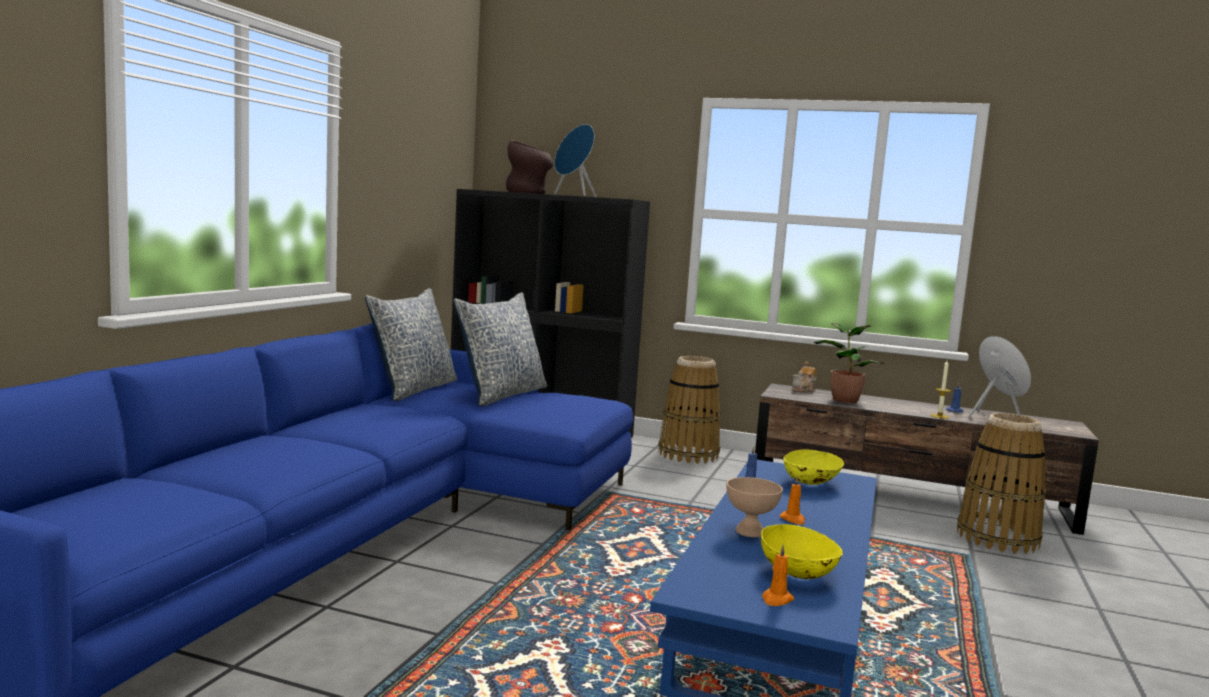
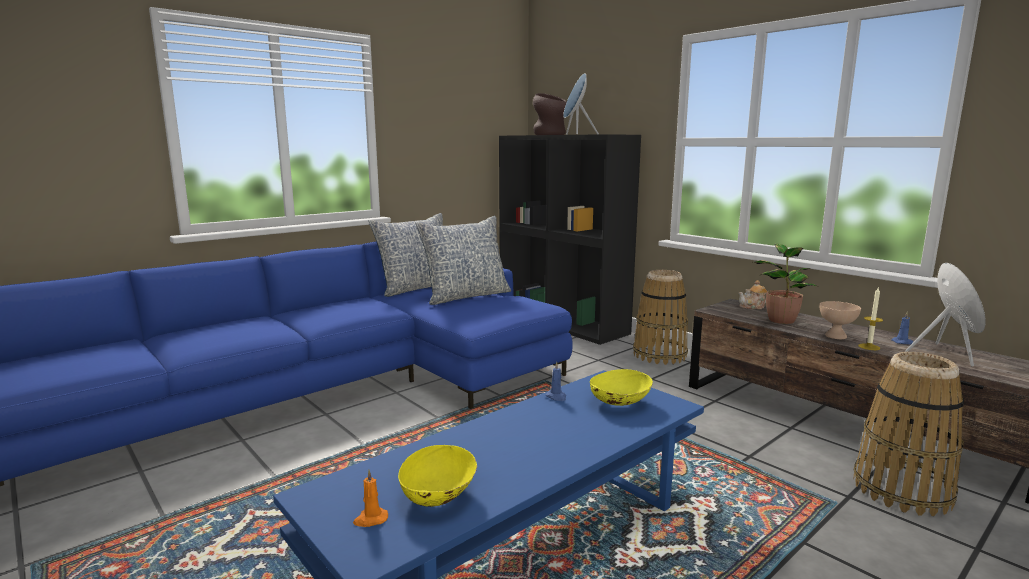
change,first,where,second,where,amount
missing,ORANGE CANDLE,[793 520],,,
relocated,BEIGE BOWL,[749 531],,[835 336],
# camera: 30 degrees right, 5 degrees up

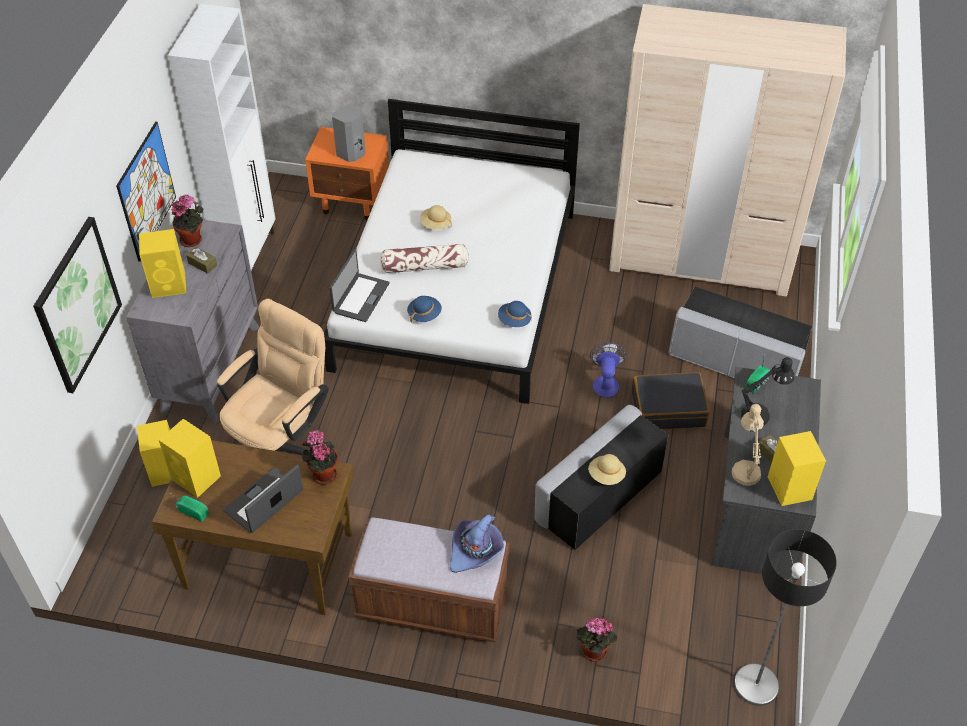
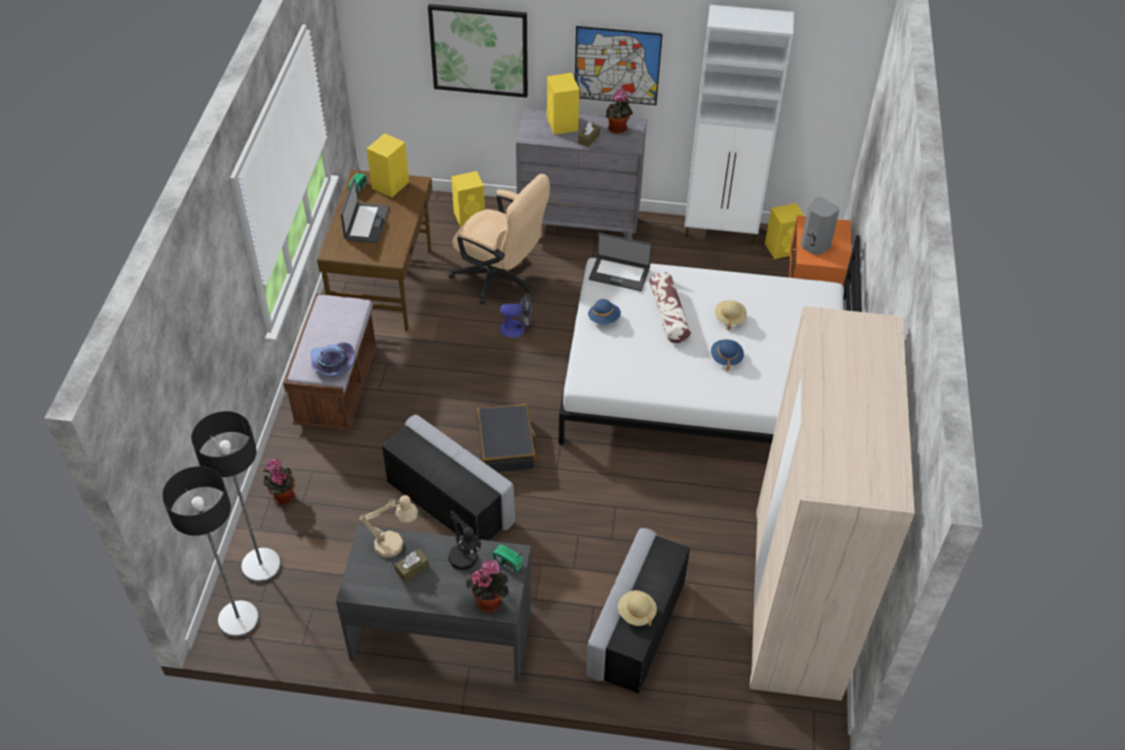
change,first,where,second,where,amount
relocated,BLUE HAT,[514 321],,[726 358],
relocated,FAN,[605 382],,[517 328],
relocated,BLACK SUITCASE,[668 408],,[506 446],
relocated,POTTED PLANT,[323 474],,[490 601],
relocated,YELLOW SPEAKER,[789 487],,[782 248],
relocated,BEIGE HAT,[606 475],,[636 613],
spun,LAPTOP,[264 501],,[366 223],60 degrees clockwise
appeared,,,FLOOR LAMP,[261 565],
# camera: 85 degrees right, 0 degrees up

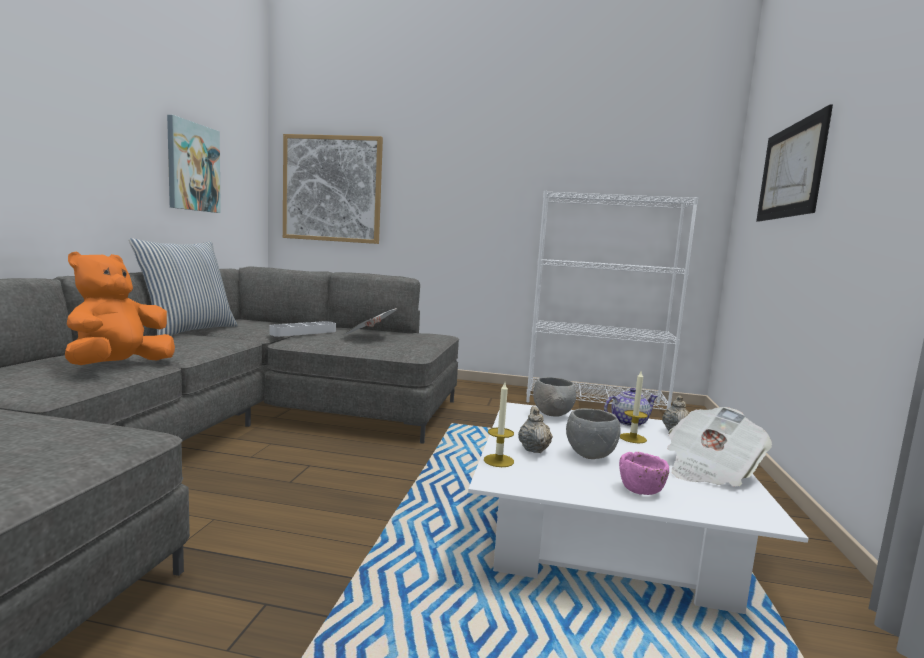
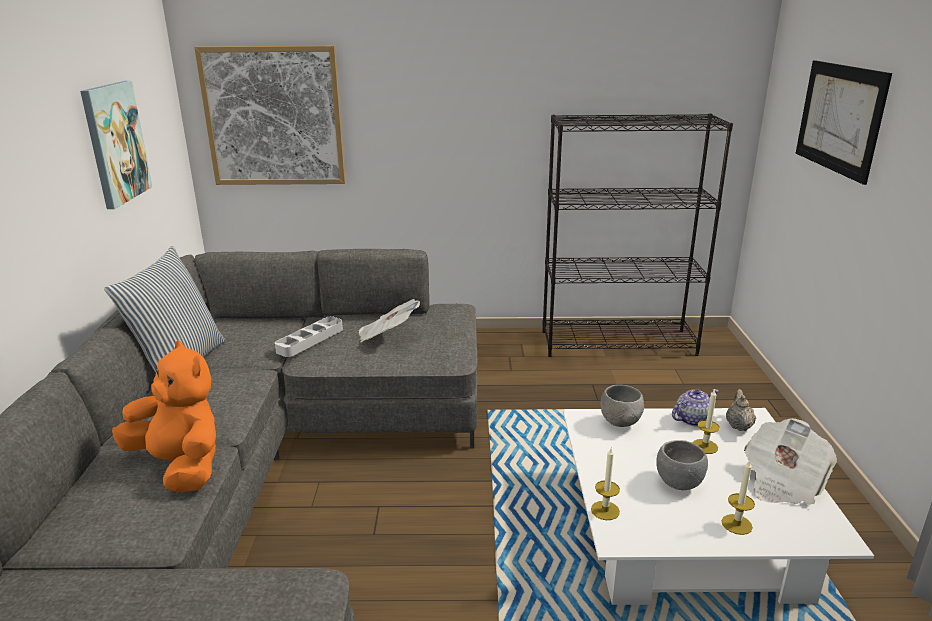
change,first,where,second,where,amount
colour,WHITE BOOKCASE,[595 402],BLACK BOOKCASE,[618 343],
spun,ORANGE PLUSH TOY,[119 366],,[181 466],120 degrees clockwise
missing,BEIGE TEAPOT,[533 449],,,
exchanged,PINK BOWL,[641 490],CANDLE,[736 524],
# camera: 10 degrees left, 15 degrees up

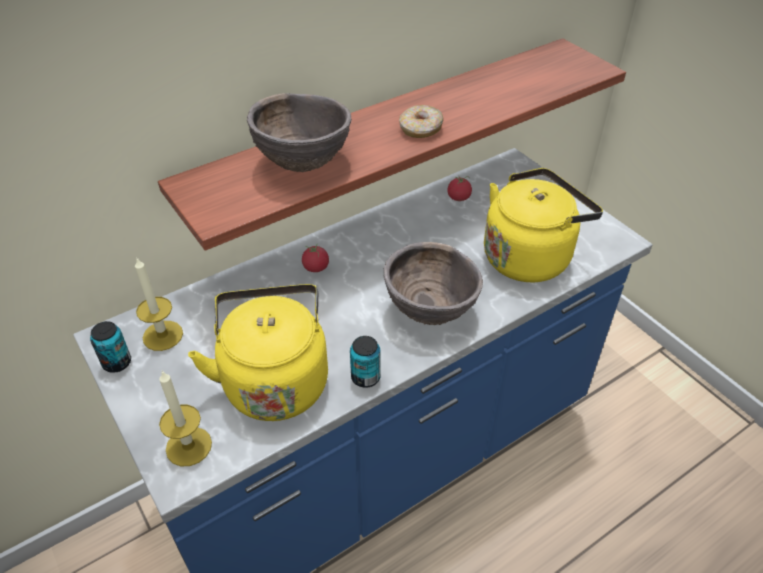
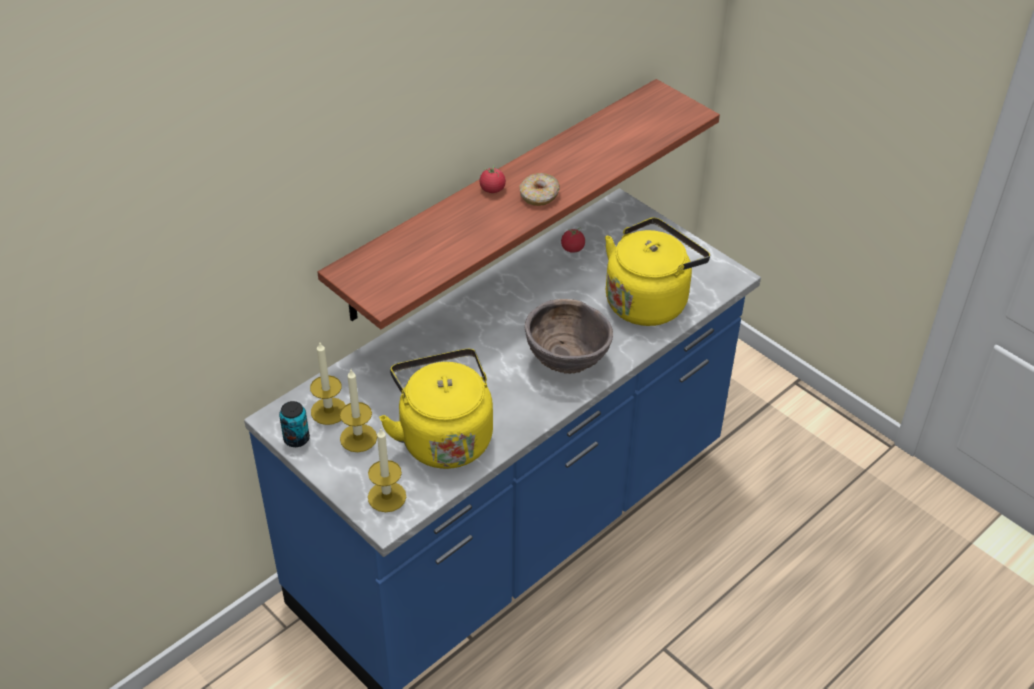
change,first,where,second,where,amount
missing,BROWN BOWL,[303 165],,,
relocated,TOMATO,[316 267],,[492 189],
missing,CAN,[365 377],,,
appeared,,,CANDLE,[358 438],
# camera: 10 degrees left, 0 degrees up

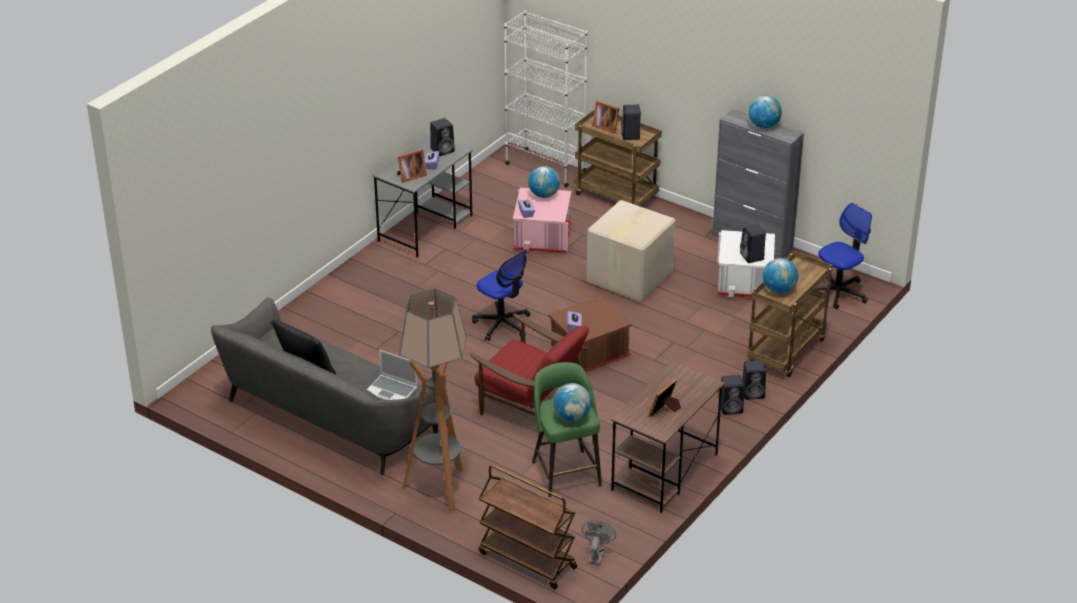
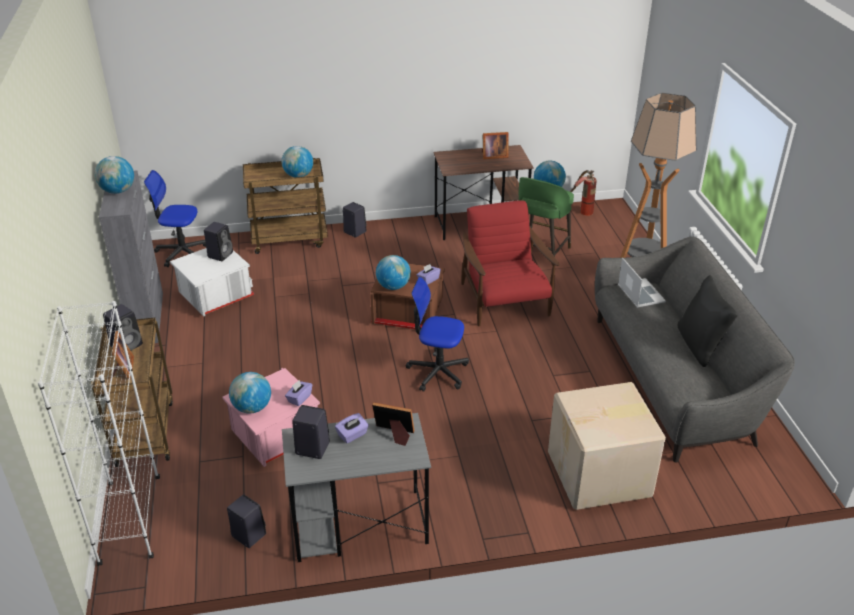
change,first,where,second,where,amount
relocated,CARDBOARD BOX,[628 277],,[600 475],
spun,OFFICE CHAIR,[502 324],,[437 372],75 degrees counterclockwise
relocated,BLACK SPEAKER,[731 408],,[247 535],
missing,BROWN CART,[526 560],,,
exchanged,GREY FAN,[597 555],FIRE EXTINGUISHER,[582 210],
appeared,,,GLOBE,[393 286],
# camera: 135 degrees left, 0 degrees up

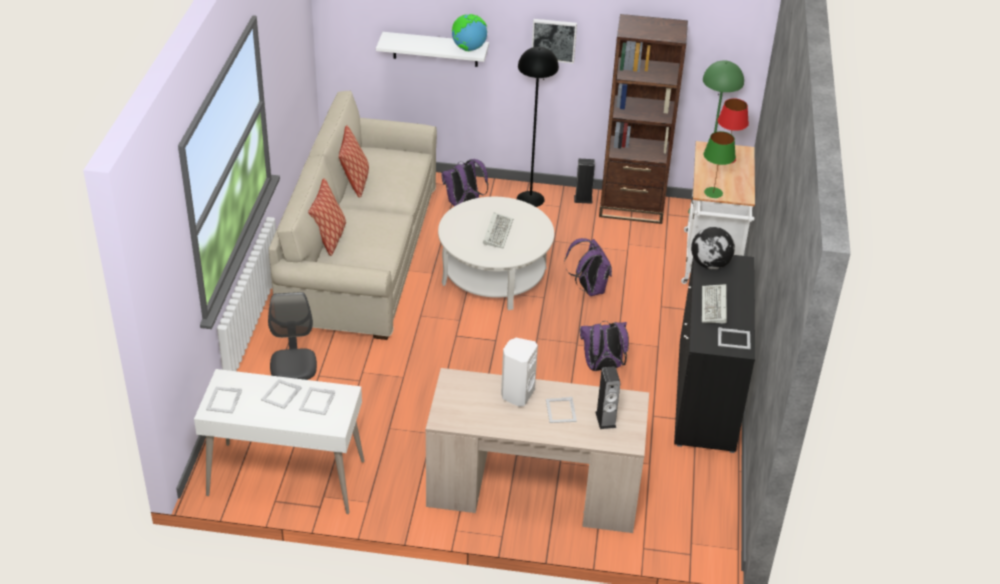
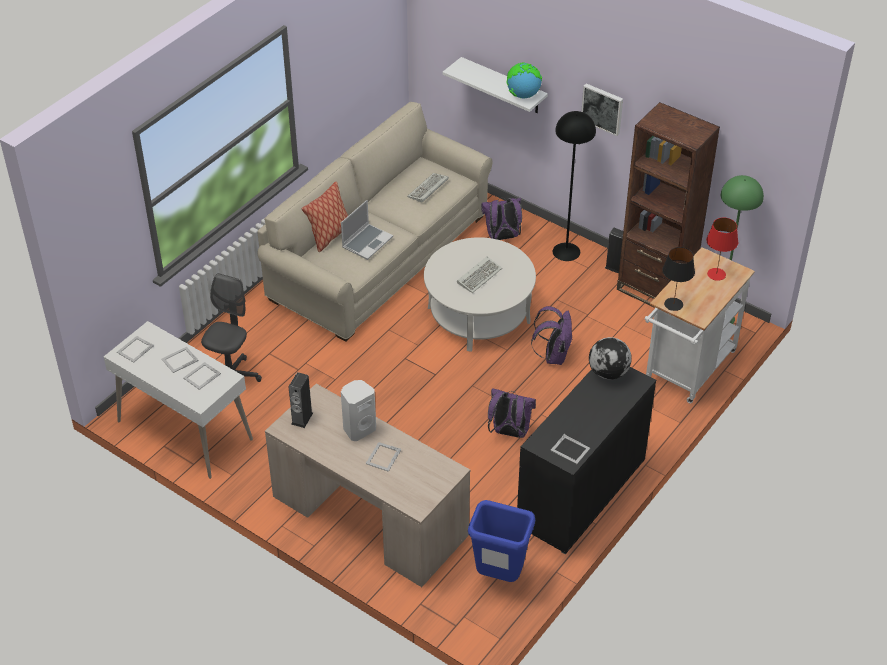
change,first,where,second,where,amount
missing,PILLOW,[355 182],,,
colour,GREEN TABLE LAMP,[713 192],BLACK TABLE LAMP,[674 304],
relocated,KEYBOARD,[714 307],,[428 190],
relocated,SPEAKER,[605 419],,[302 418],
appeared,,,LAPTOP,[367 242],
appeared,,,BLUE TRASH CAN,[498 576],
# camera: 30 degrees right, 5 degrees up

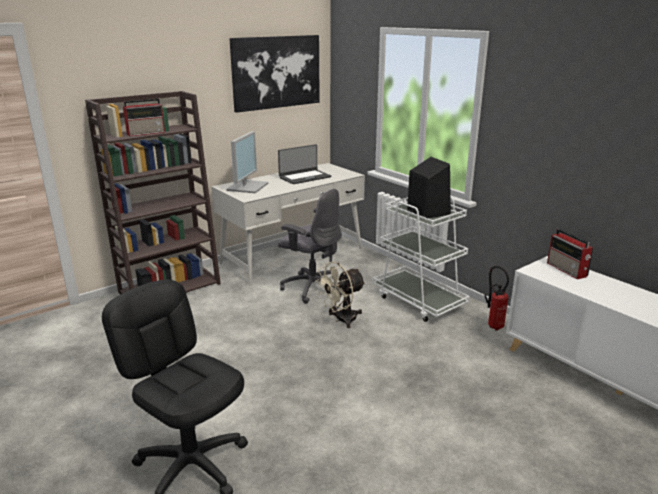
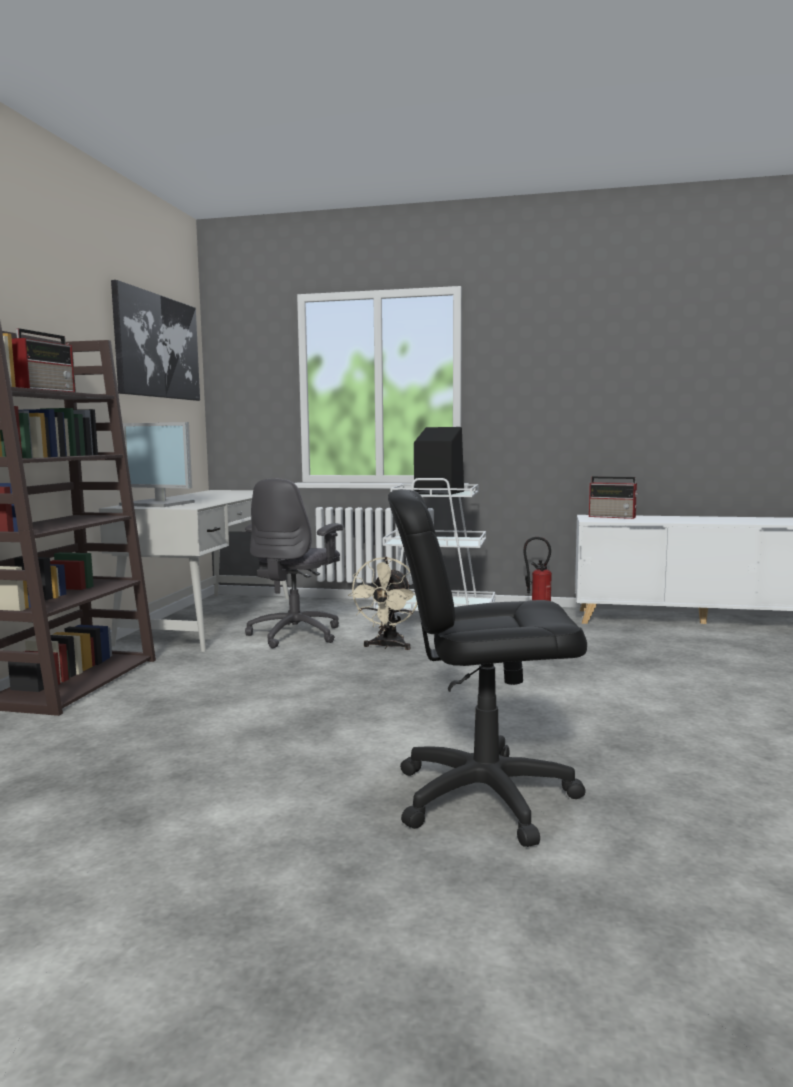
change,first,where,second,where,amount
spun,MONITOR,[247 186],,[159 504],135 degrees clockwise
missing,LAPTOP,[304 177],,,
spun,GREY OFFICE CHAIR,[312 287],,[296 634],120 degrees clockwise
# camera: 40 degrees left, 15 degrees down

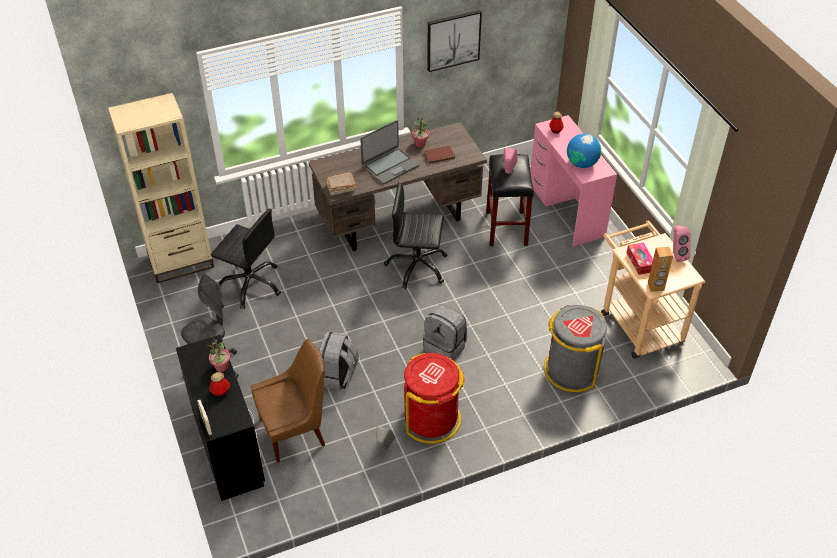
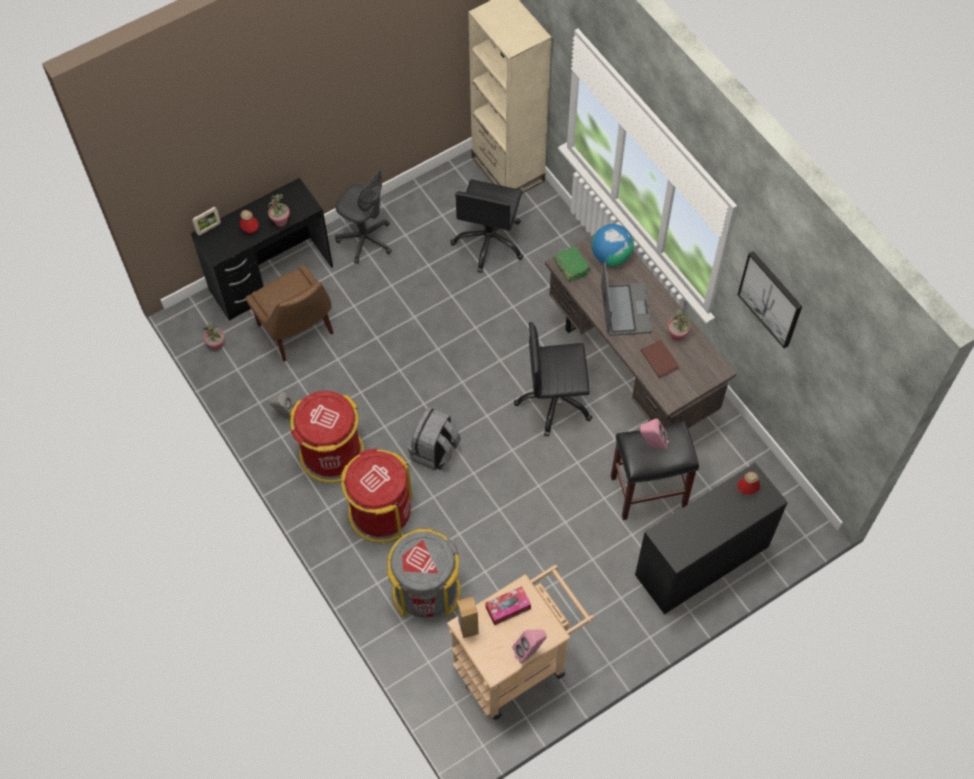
change,first,where,second,where,amount
colour,PINK DESK,[566 211],BLACK DESK,[702 561],
spun,LAPTOP,[390 166],,[625 310],135 degrees counterclockwise
relocated,GLOBE,[582 163],,[611 256],
colour,BROWN BOOK,[340 188],GREEN BOOK,[571 267],
spun,BLACK OFFICE CHAIR,[417 267],,[554 401],90 degrees counterclockwise
missing,GREY BACKPACK,[337 376],,,
appeared,,,POTTED PLANT,[216 345],
appeared,,,RED TRASH CAN,[380 512],
# camera: 80 degrees right, 15 degrees up

